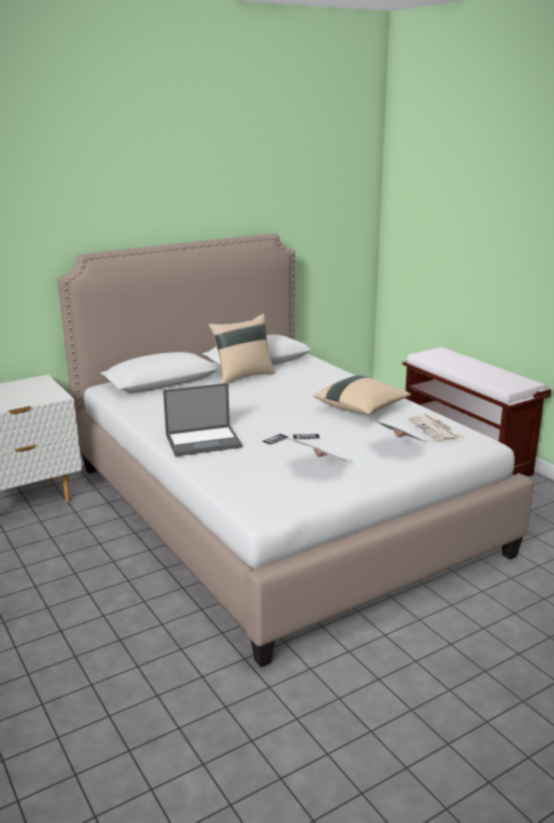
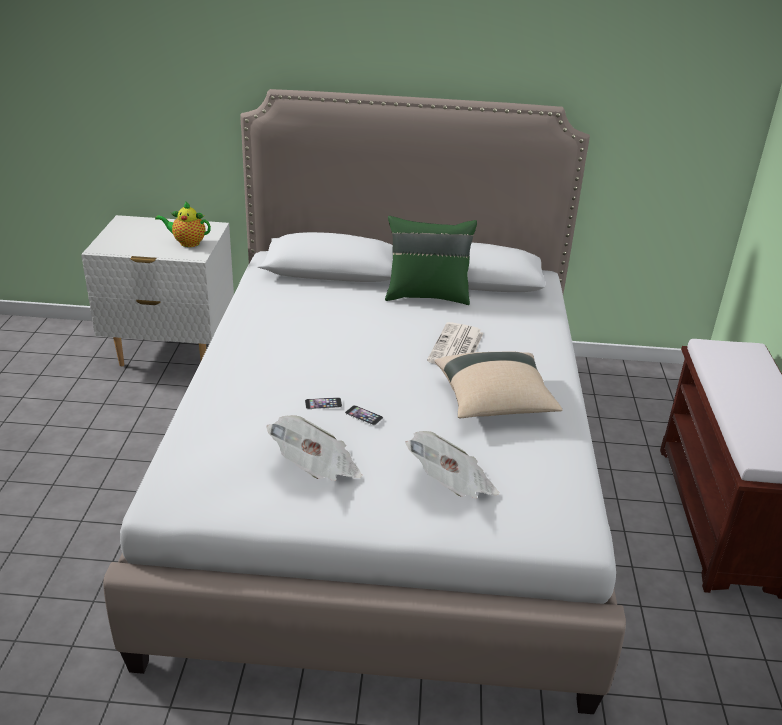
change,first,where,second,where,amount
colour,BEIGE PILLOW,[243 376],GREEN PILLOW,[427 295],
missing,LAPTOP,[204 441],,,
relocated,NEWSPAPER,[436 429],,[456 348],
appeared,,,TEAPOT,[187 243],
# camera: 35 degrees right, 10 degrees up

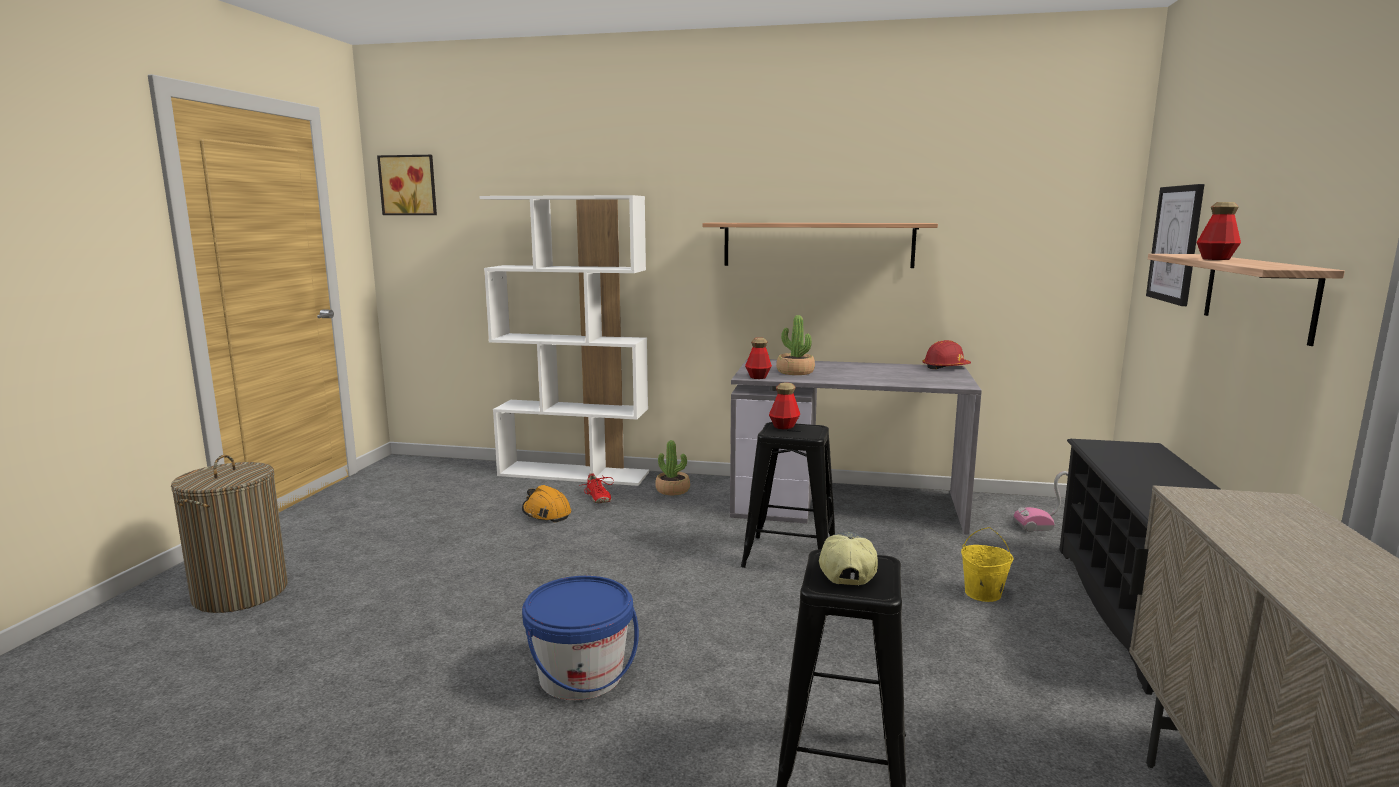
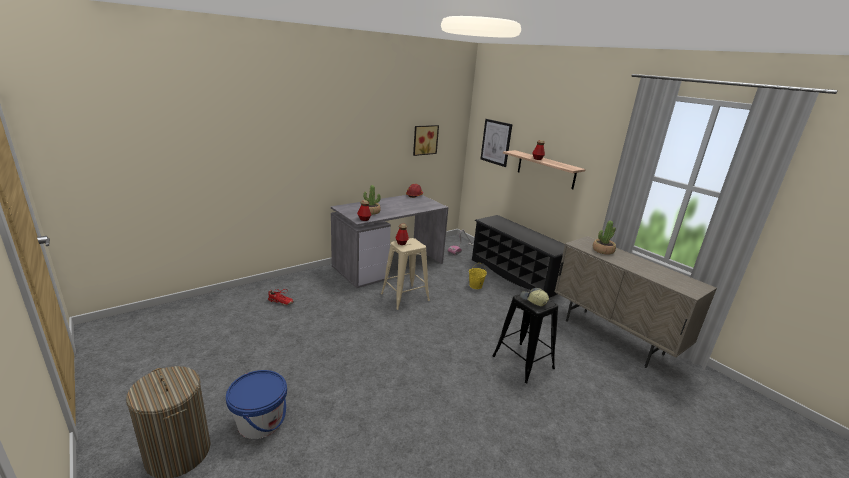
change,first,where,second,where,amount
relocated,PICTURE,[409 185],,[424 139],
missing,WHITE BOOKCASE,[574 473],,,
missing,SHELF,[817 244],,,
colour,BLACK STOOL,[790 556],BEIGE STOOL,[405 297],
relocated,POTTED PLANT,[672 490],,[603 250],
missing,ORANGE HARD HAT,[546 513],,,
relocated,BLUE BUCKET,[581 676],,[260 421],
# camera: 50 degrees left, 10 degrees up

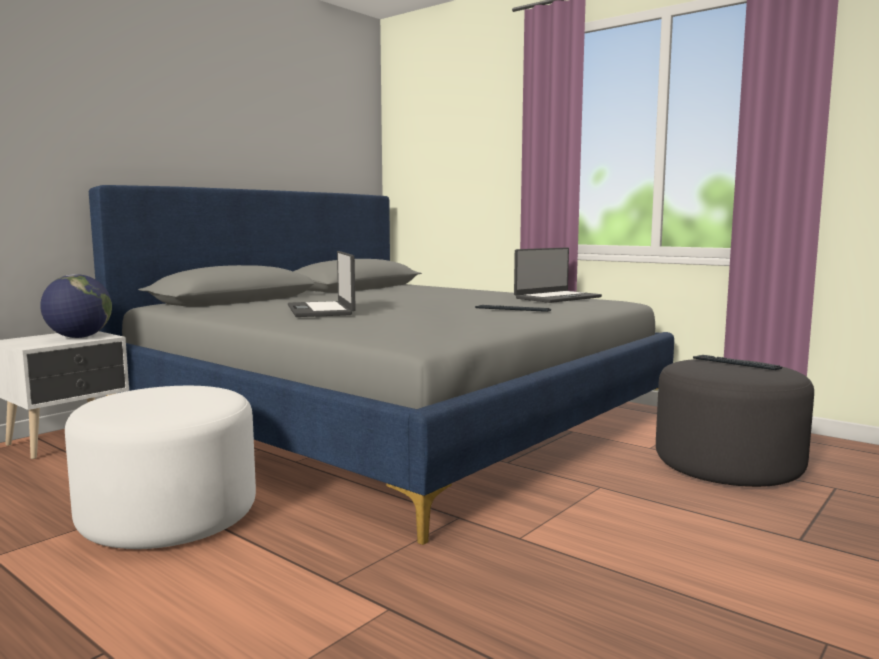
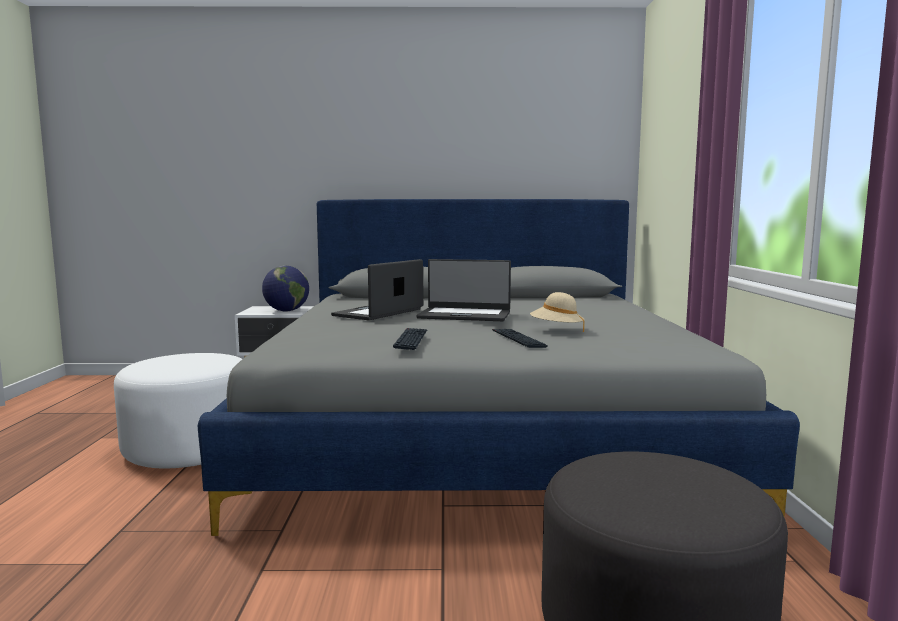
change,first,where,second,where,amount
relocated,LAPTOP,[557 297],,[464 315],
relocated,KEYBOARD,[736 364],,[411 340],
appeared,,,BEIGE HAT,[556 330],
# camera: 50 degrees right, 0 degrees up

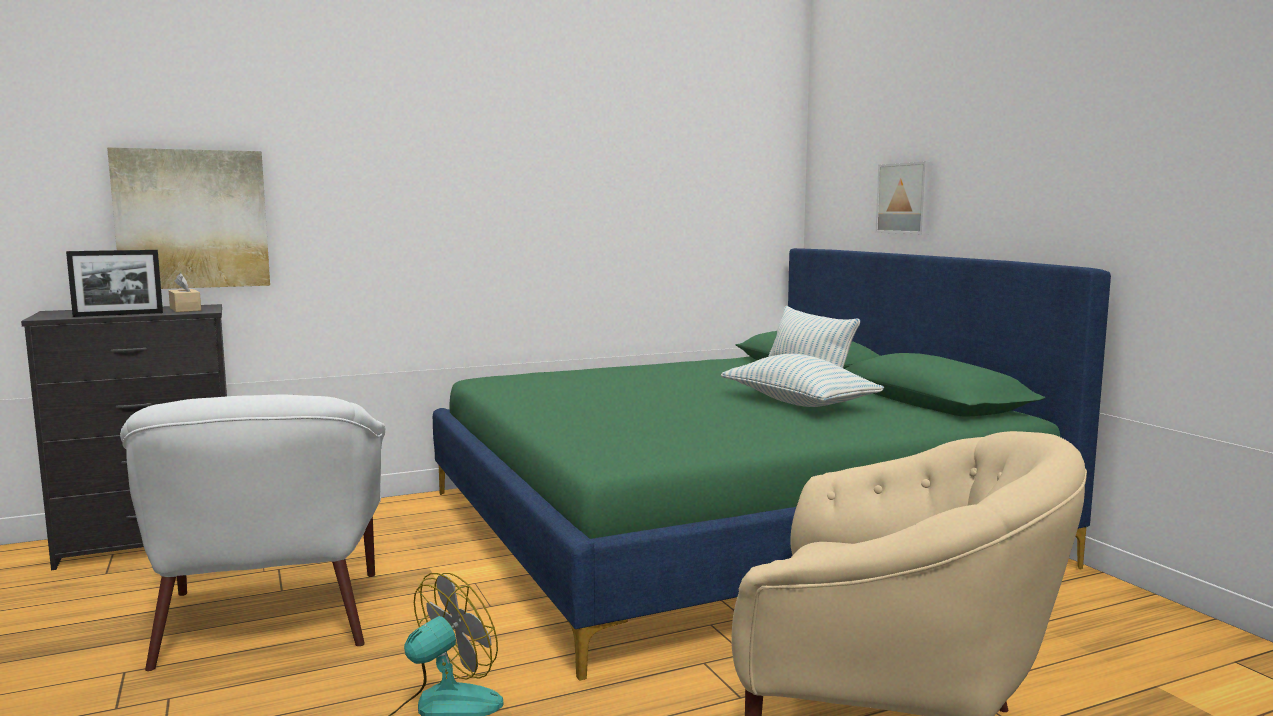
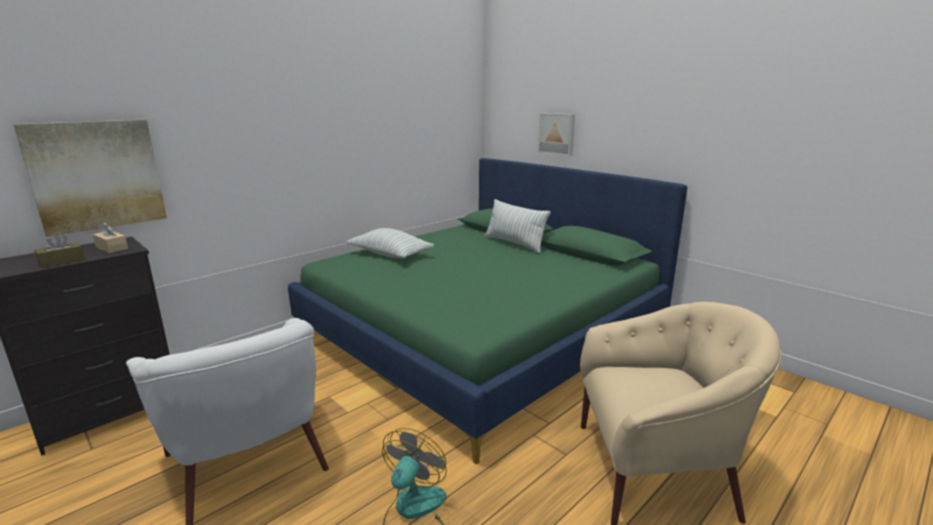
change,first,where,second,where,amount
exchanged,PICTURE FRAME,[118 314],BROWN TISSUE BOX,[62 262],
relocated,PILLOW,[798 403],,[390 255],
# camera: 20 degrees left, 10 degrees up

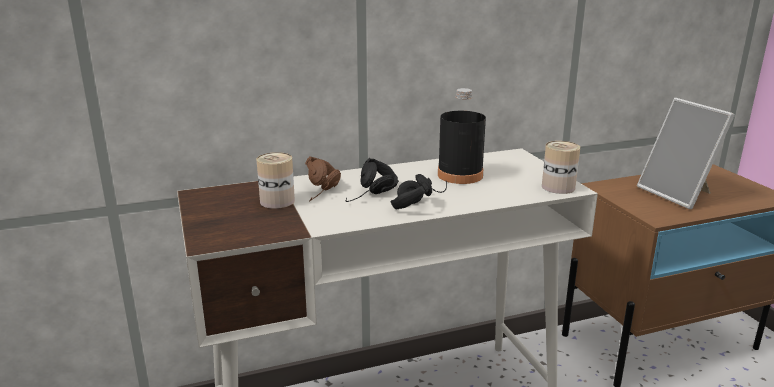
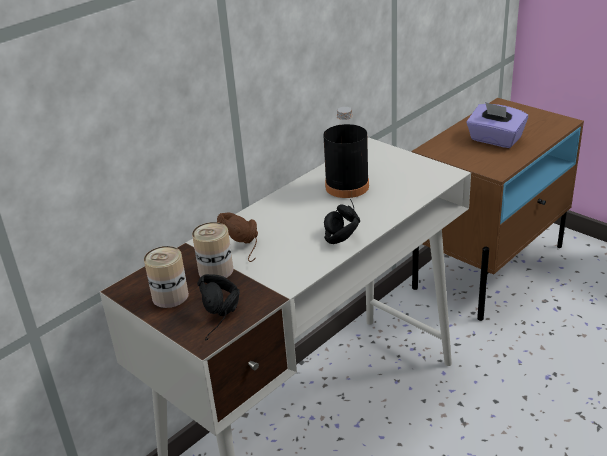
change,first,where,second,where,amount
exchanged,PICTURE FRAME,[678 194],PURPLE TISSUE BOX,[495 140],
relocated,CAN,[558 187],,[170 296],
relocated,BLACK HEADPHONES,[373 195],,[223 317],
# camera: 25 degrees left, 10 degrees up

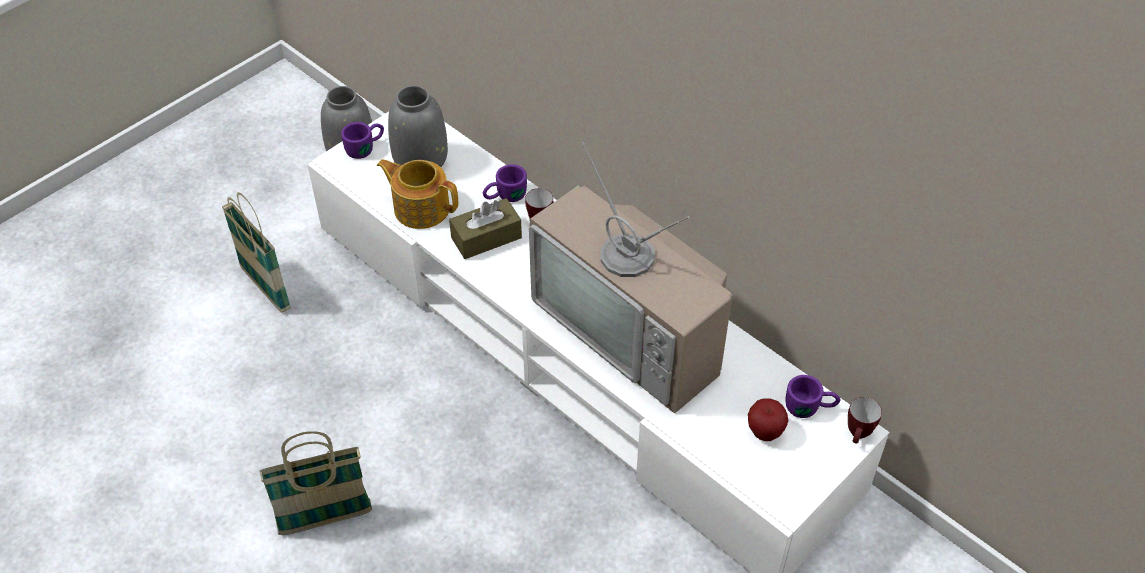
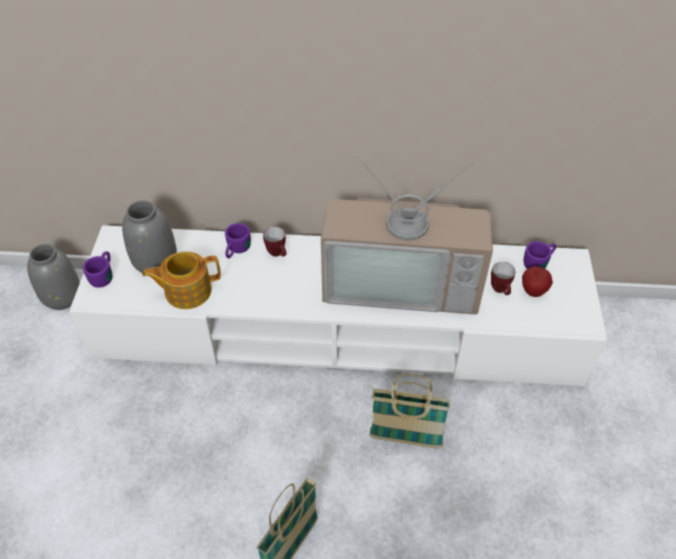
change,first,where,second,where,amount
relocated,BASKET,[265 288],,[405 439],
missing,BROWN TISSUE BOX,[486 238],,,
relocated,MUG,[858 436],,[500 291],
# camera: 40 degrees left, 0 degrees up

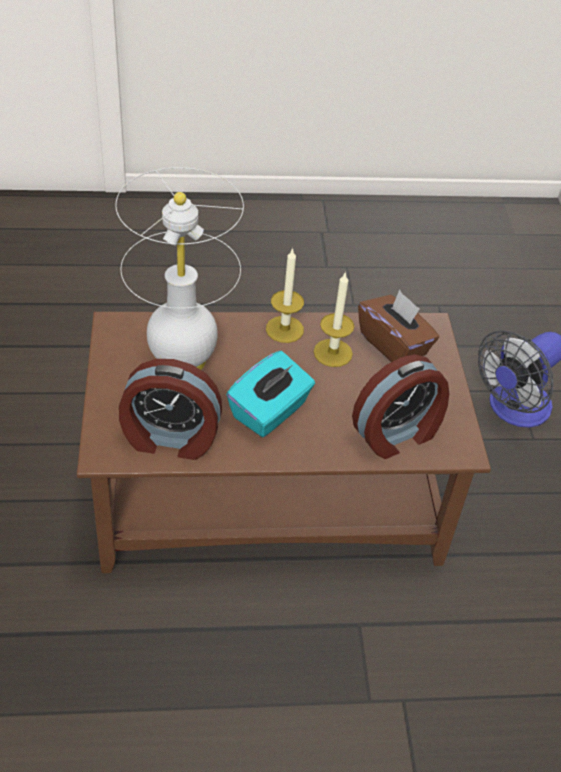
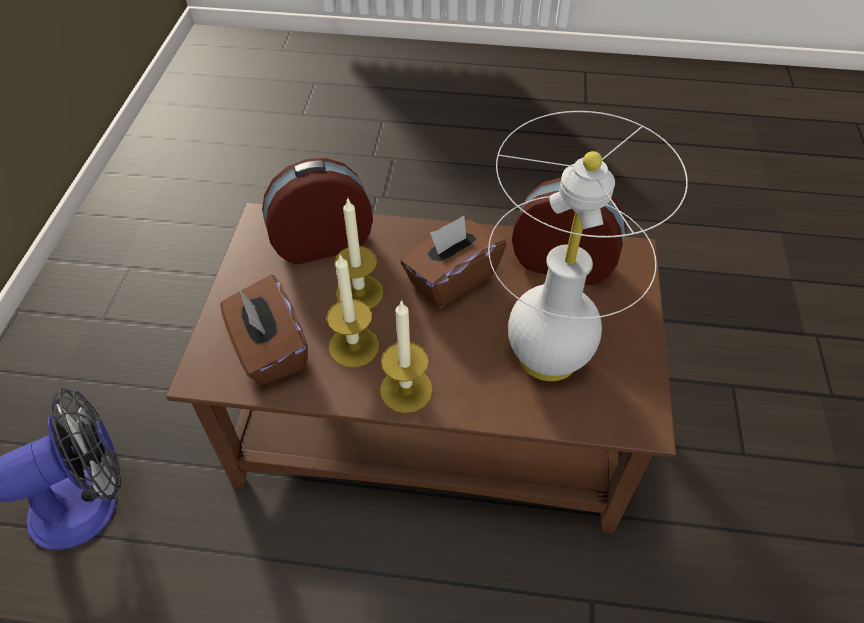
change,first,where,second,where,amount
colour,TURQUOISE TISSUE BOX,[270 412],BROWN TISSUE BOX,[451 279],
appeared,,,CANDLE,[359 293],
# camera: 165 degrees left, 5 degrees up

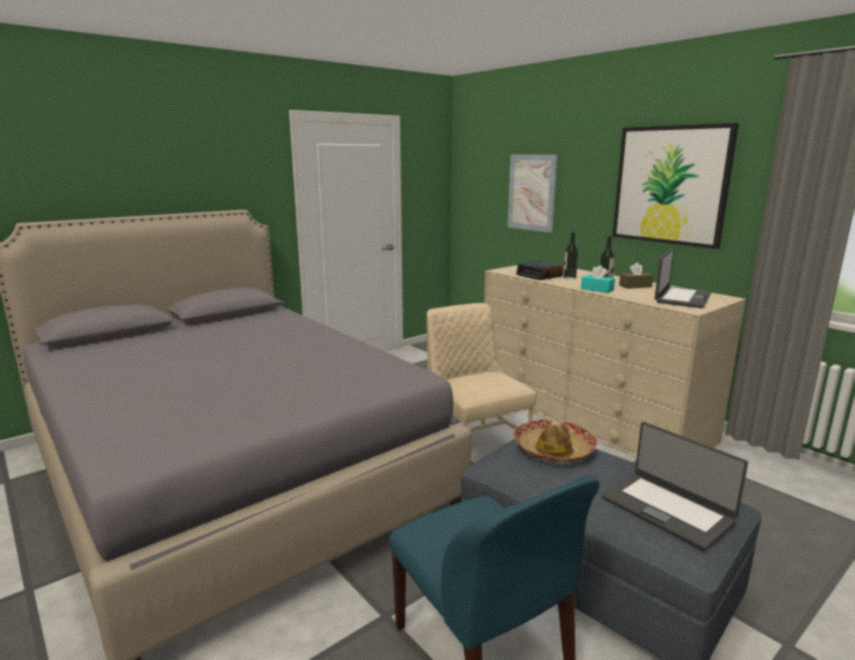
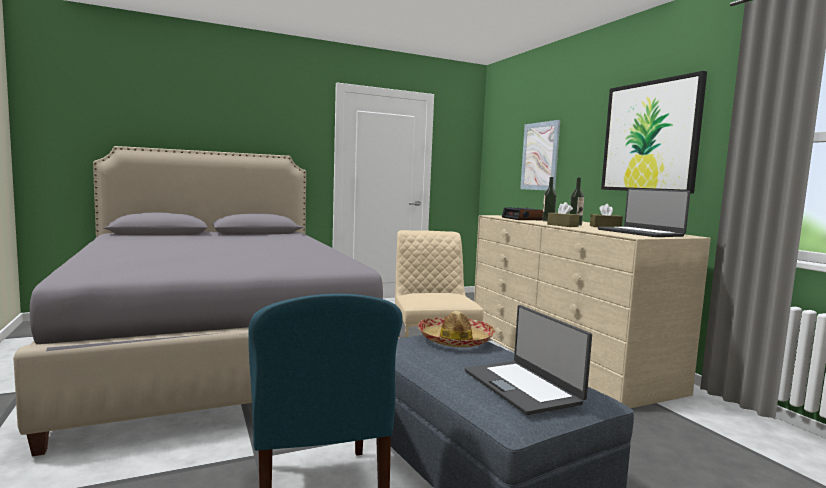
change,first,where,second,where,amount
spun,LAPTOP,[682 298],,[640 233],105 degrees clockwise
colour,TURQUOISE TISSUE BOX,[597 289],BROWN TISSUE BOX,[562 225],
# camera: 15 degrees right, 10 degrees down

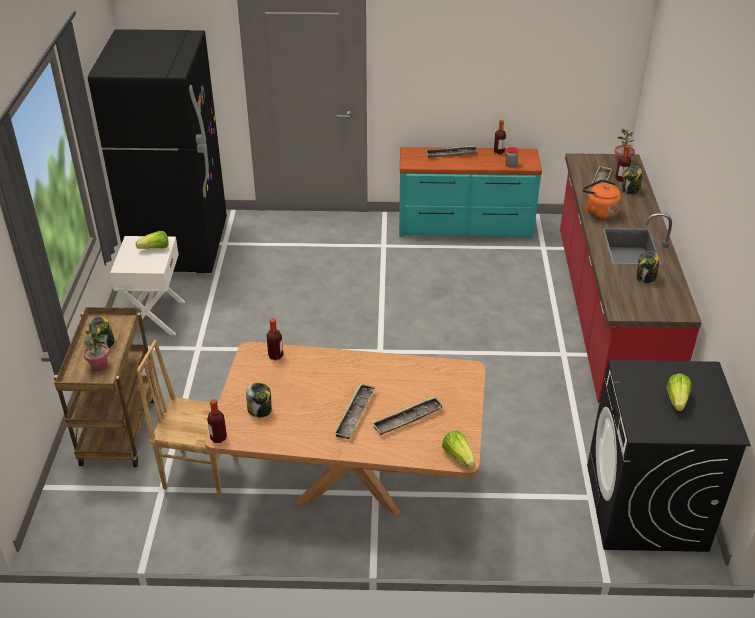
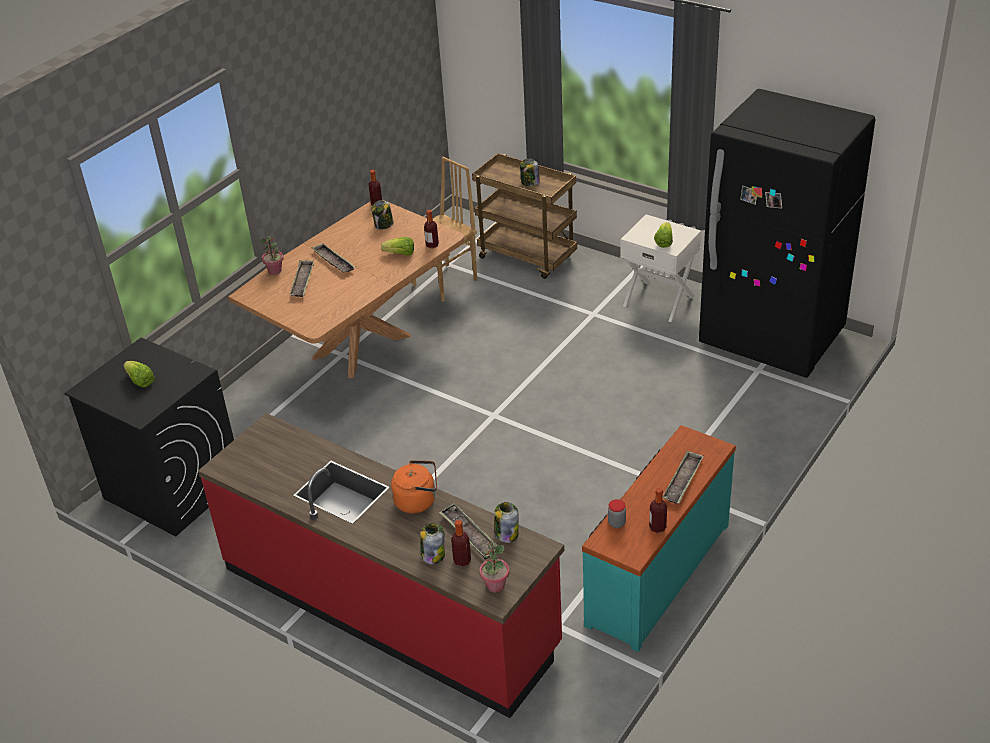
change,first,where,second,where,amount
relocated,JAR,[646 277],,[506 533],
relocated,POTTED PLANT,[99 366],,[275 271],
relocated,LETTUCE,[458 456],,[400 254],
# camera: 125 degrees right, 0 degrees up

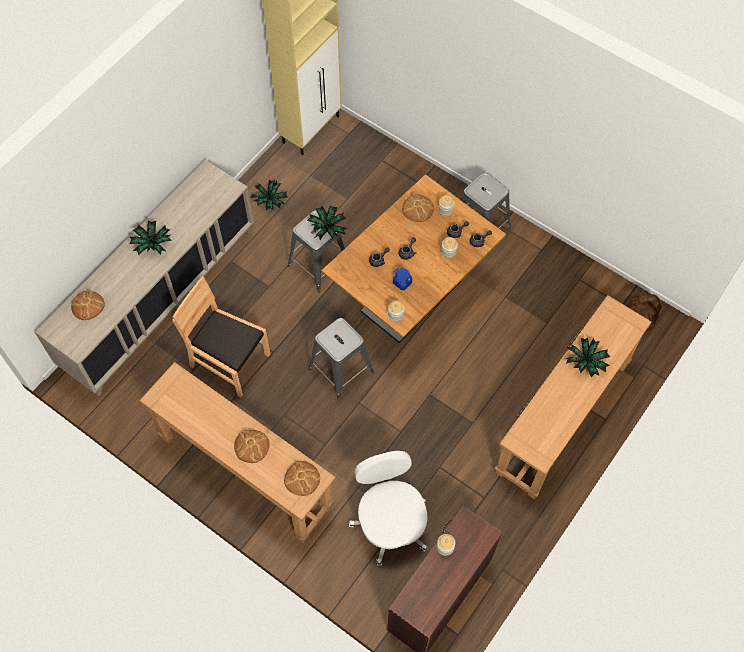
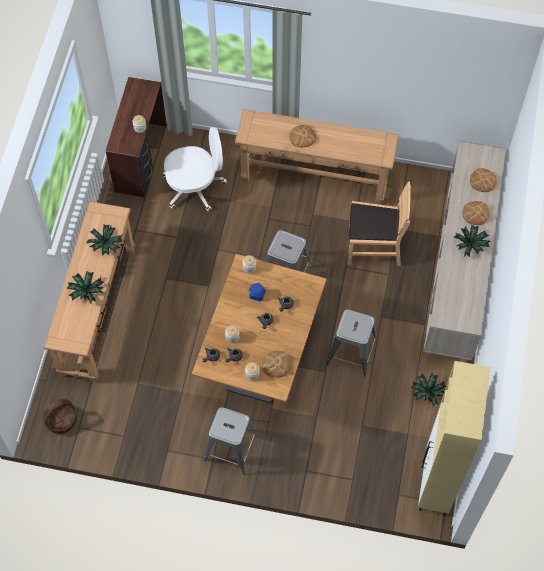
change,first,where,second,where,amount
relocated,POTTED PLANT,[327 228],,[105 245],
spun,WHITE OFFICE CHAIR,[390 523],,[195 187],60 degrees counterclockwise
relocated,BREAD,[302 479],,[475 213],
# camera: 155 degrees right, 0 degrees up

